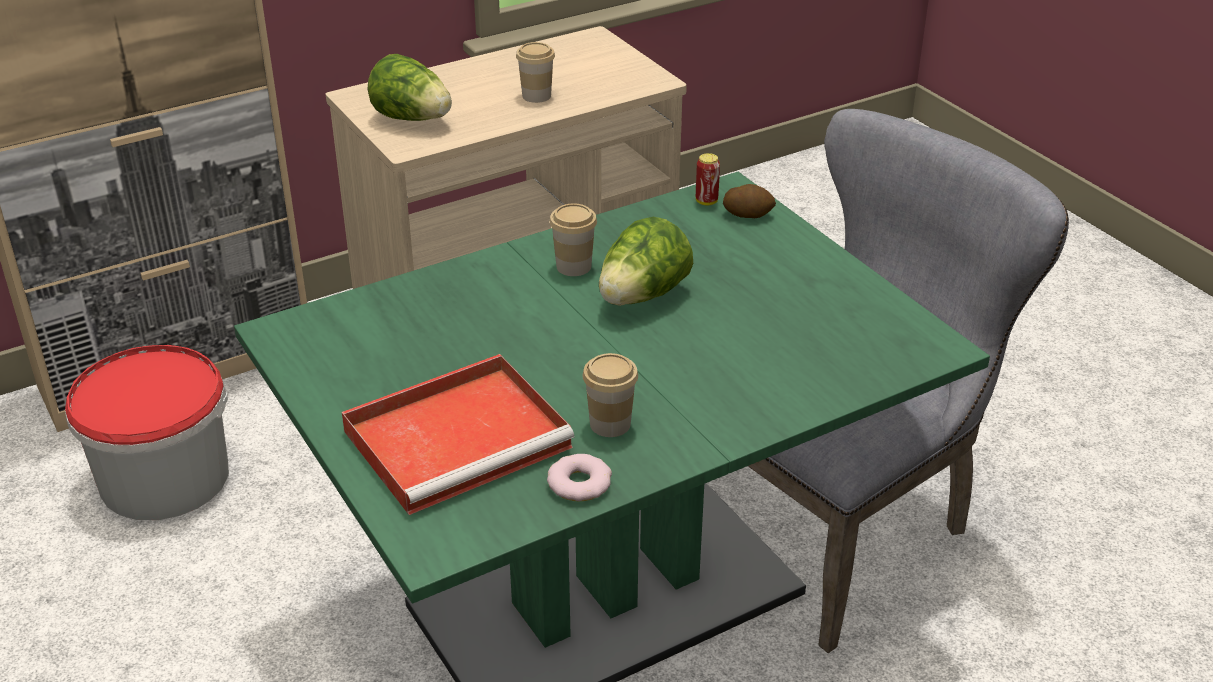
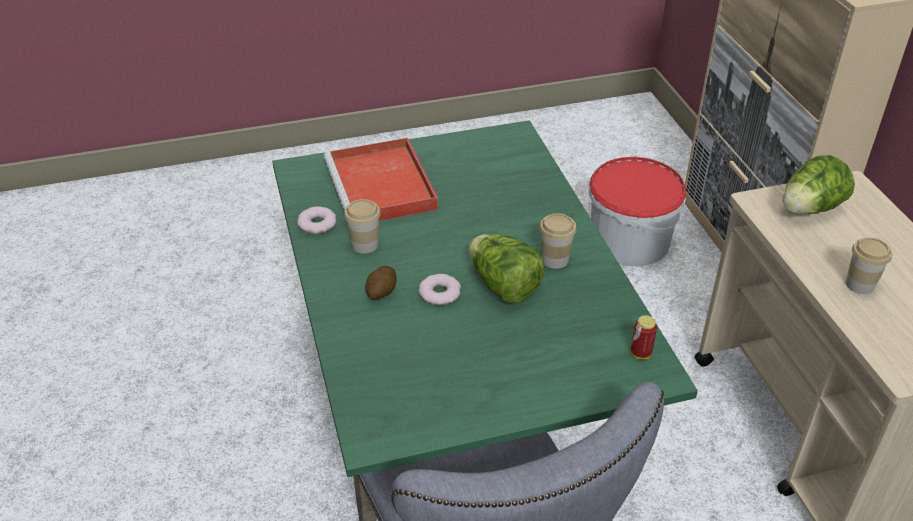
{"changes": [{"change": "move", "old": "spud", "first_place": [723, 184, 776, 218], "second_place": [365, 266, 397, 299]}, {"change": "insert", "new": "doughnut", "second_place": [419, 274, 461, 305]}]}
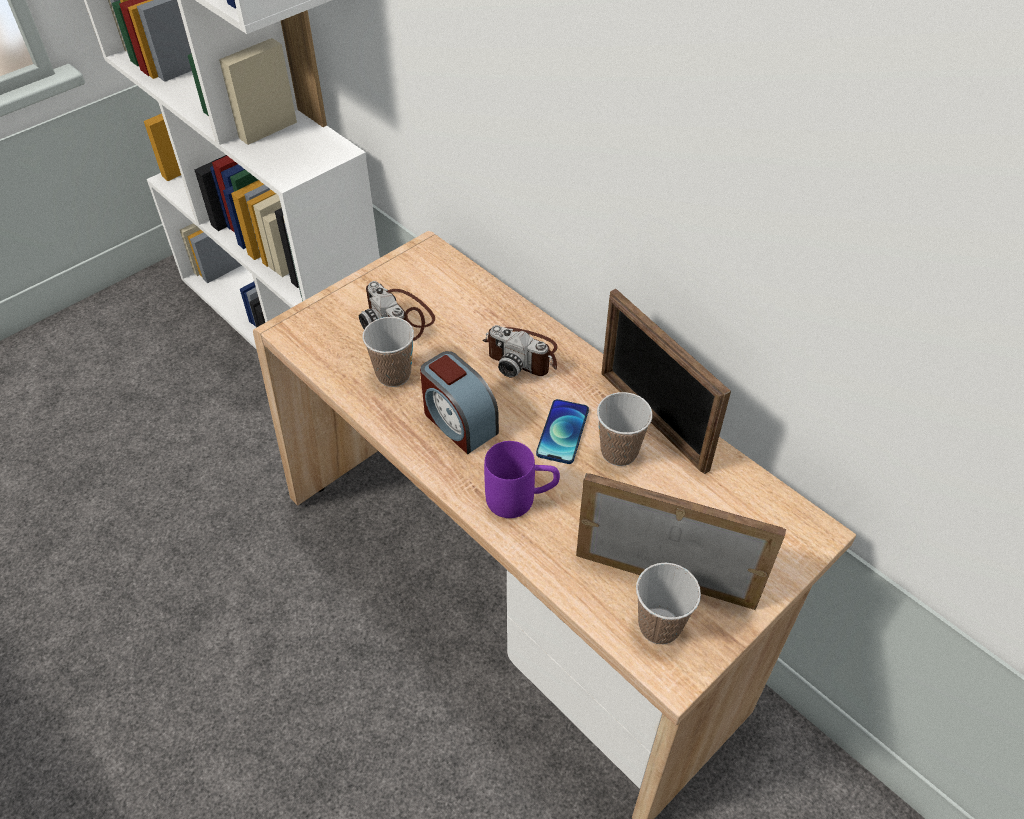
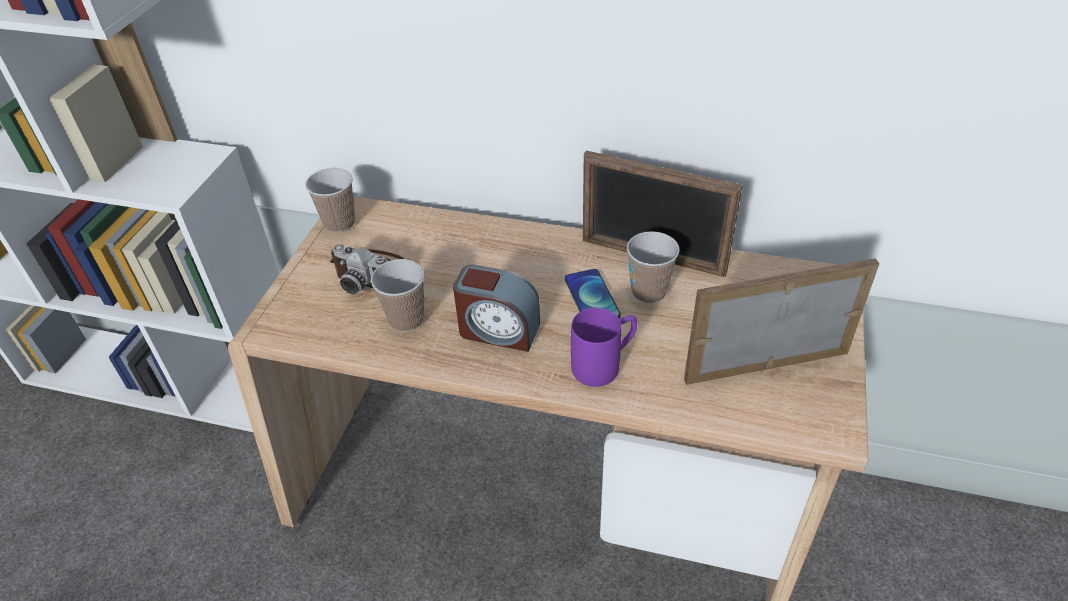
{"changes": [{"change": "delete", "old": "photo camera", "first_place": [482, 325, 558, 377]}, {"change": "move", "old": "small cup", "first_place": [636, 563, 701, 644], "second_place": [305, 168, 355, 233]}]}
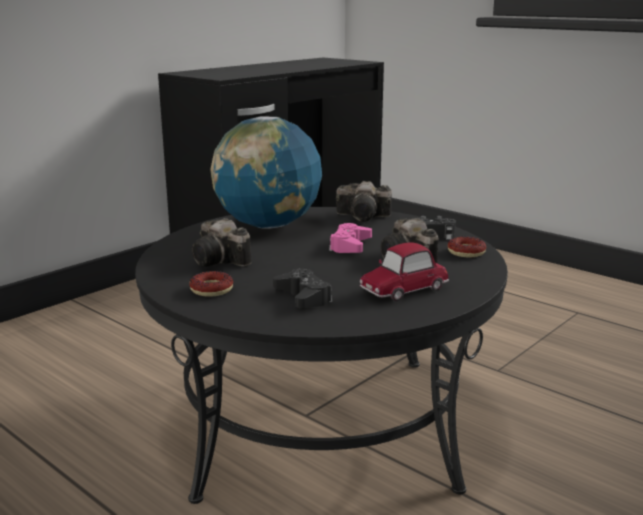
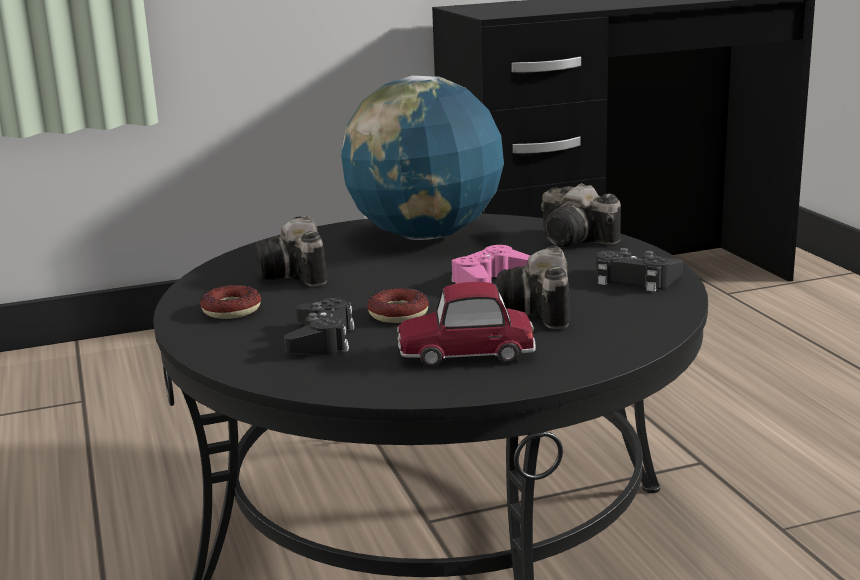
{"changes": [{"change": "move", "old": "doughnut", "first_place": [448, 236, 486, 258], "second_place": [367, 288, 429, 323]}]}
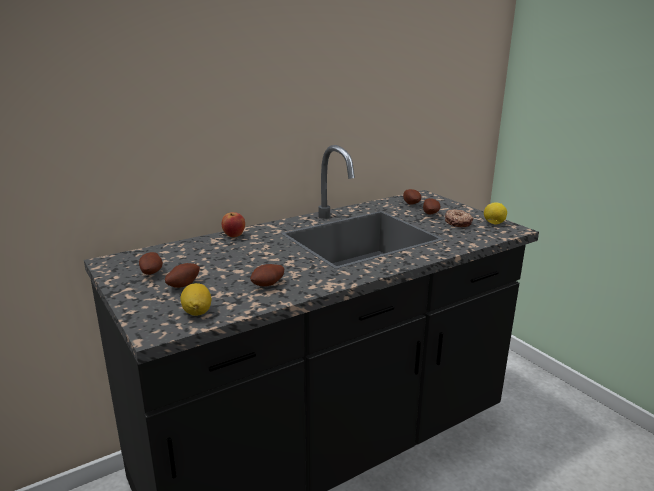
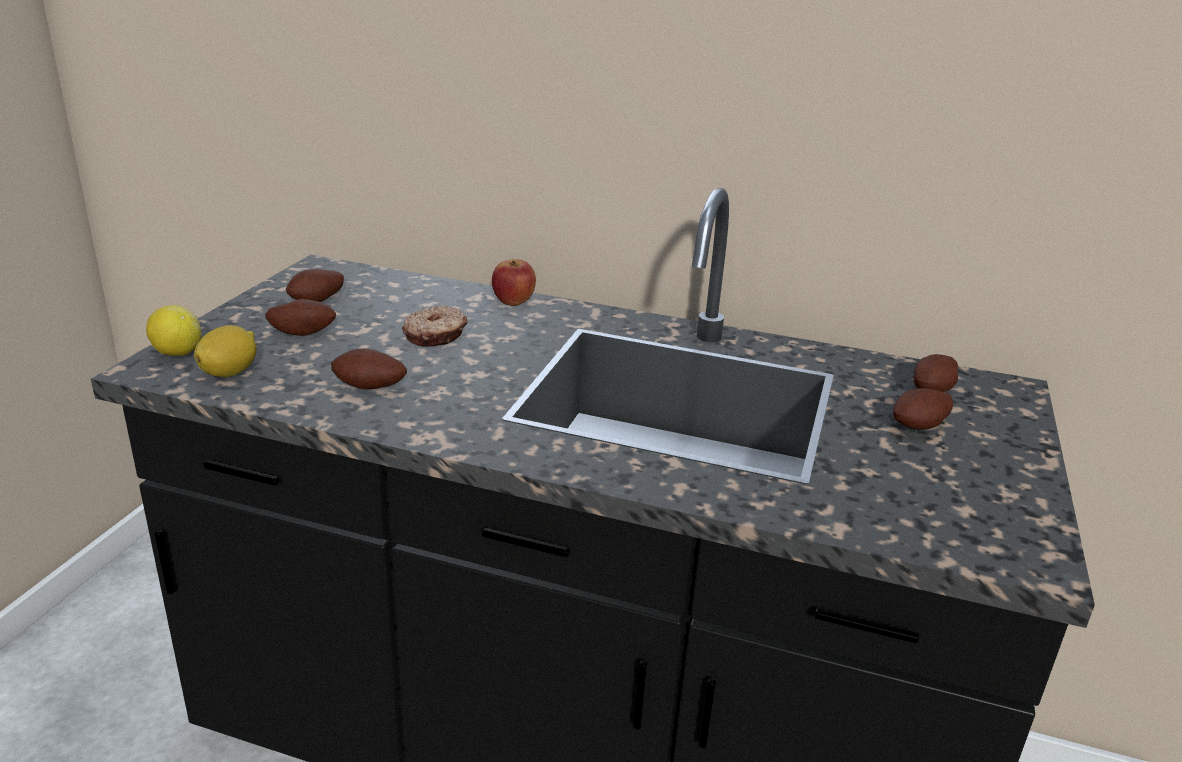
{"changes": [{"change": "move", "old": "doughnut", "first_place": [445, 209, 473, 227], "second_place": [402, 306, 468, 347]}, {"change": "move", "old": "citrus fruit", "first_place": [484, 202, 507, 224], "second_place": [146, 305, 202, 356]}]}
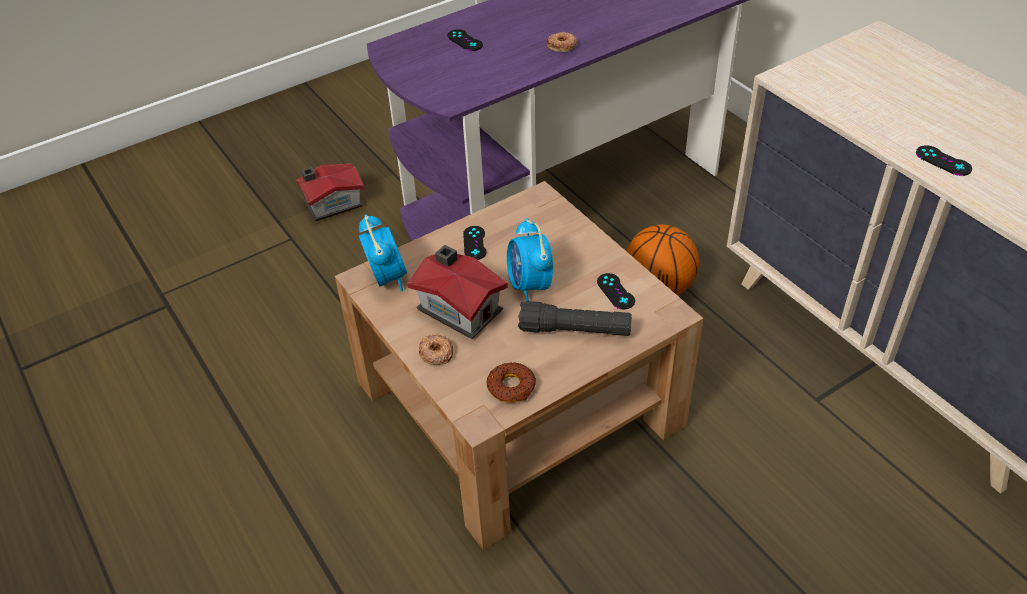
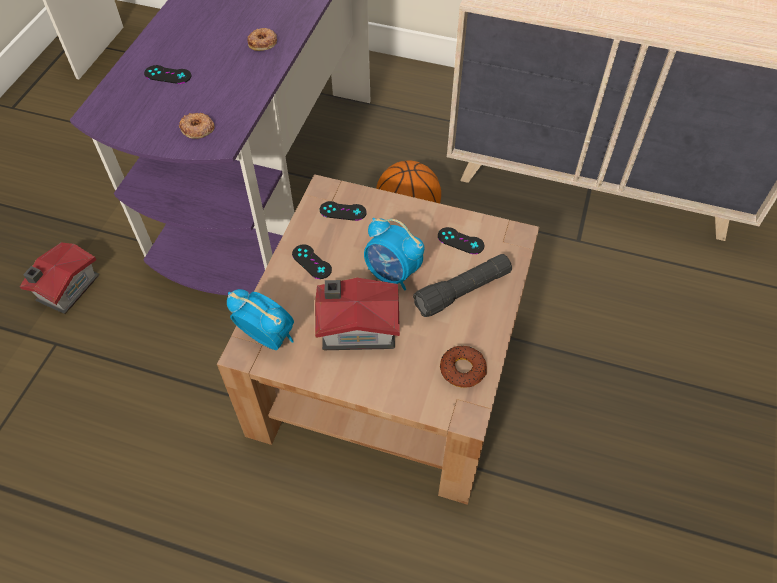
{"changes": [{"change": "move", "old": "doughnut", "first_place": [419, 334, 454, 365], "second_place": [179, 113, 214, 139]}, {"change": "move", "old": "joypad (black-coloured)", "first_place": [916, 145, 972, 176], "second_place": [320, 201, 367, 221]}]}
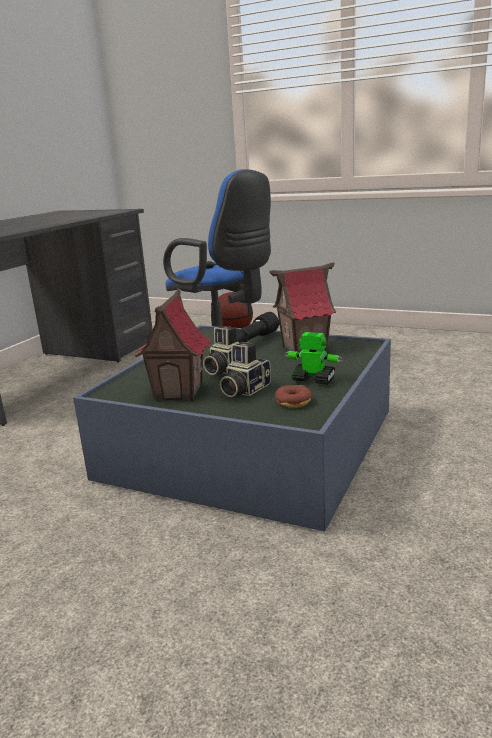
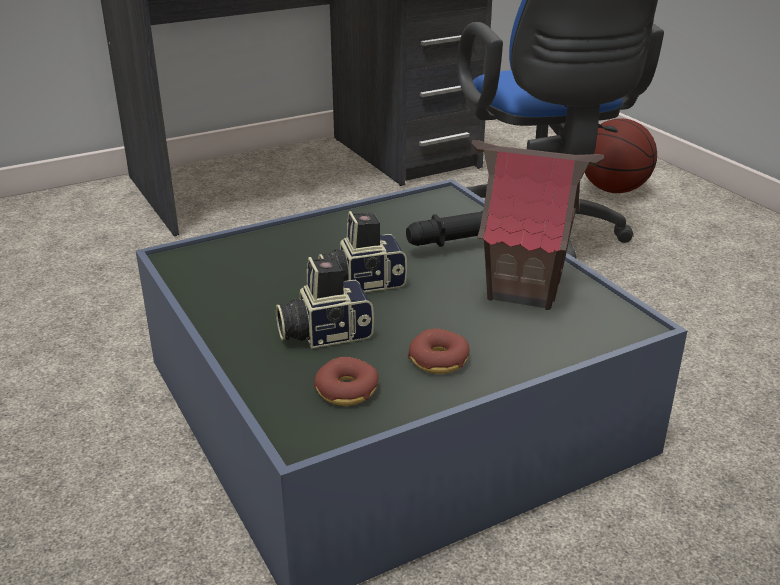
{"changes": [{"change": "delete", "old": "miniature house", "first_place": [135, 288, 211, 401]}, {"change": "replace", "old": "robot figure", "new": "doughnut", "first_place": [285, 332, 342, 385], "second_place": [408, 329, 470, 374]}]}
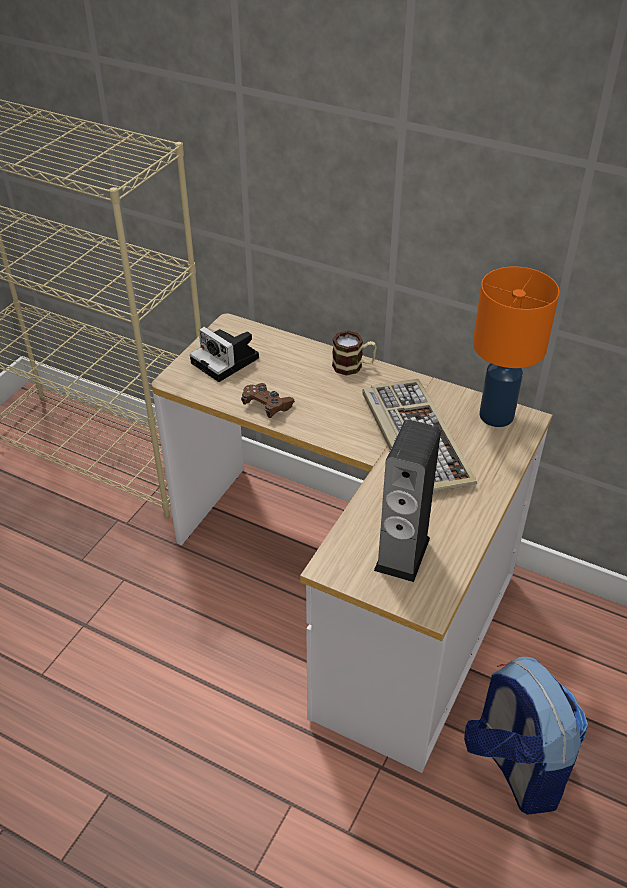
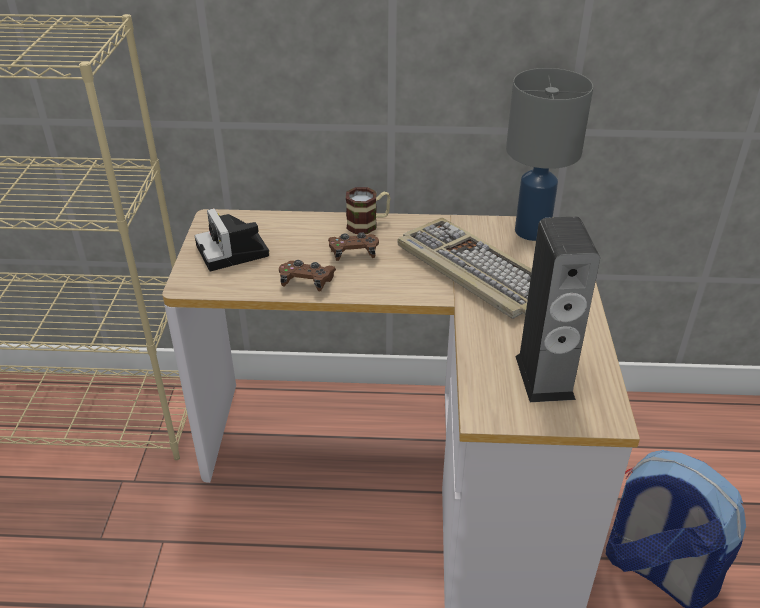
{"changes": [{"change": "rotate", "old": "photo camera", "first_place": [190, 327, 259, 382], "second_place": [195, 208, 269, 272], "degrees": 45}, {"change": "recolor", "old": "table lamp (orangey)", "new": "table lamp (greyish)", "first_place": [473, 267, 559, 427], "second_place": [506, 68, 593, 241]}, {"change": "insert", "new": "joypad (brown)", "second_place": [328, 232, 379, 261]}]}
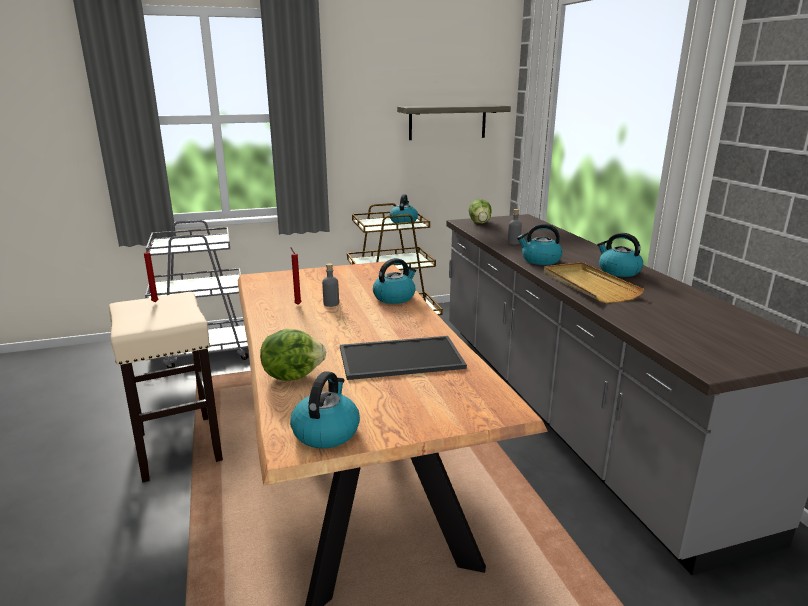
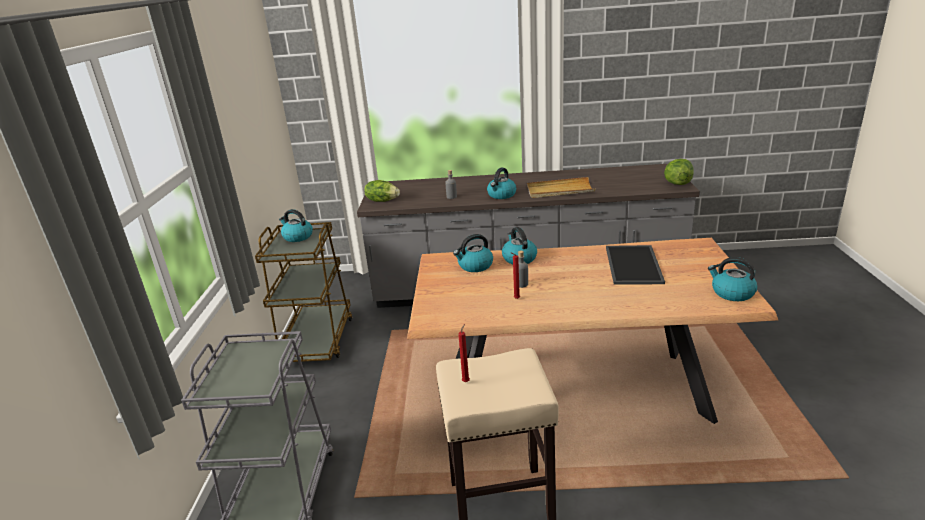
{"changes": [{"change": "move", "old": "lettuce head", "first_place": [260, 329, 326, 381], "second_place": [664, 159, 694, 185]}, {"change": "delete", "old": "shelf", "first_place": [397, 105, 511, 140]}, {"change": "move", "old": "kettle", "first_place": [597, 233, 643, 277], "second_place": [453, 234, 493, 272]}]}
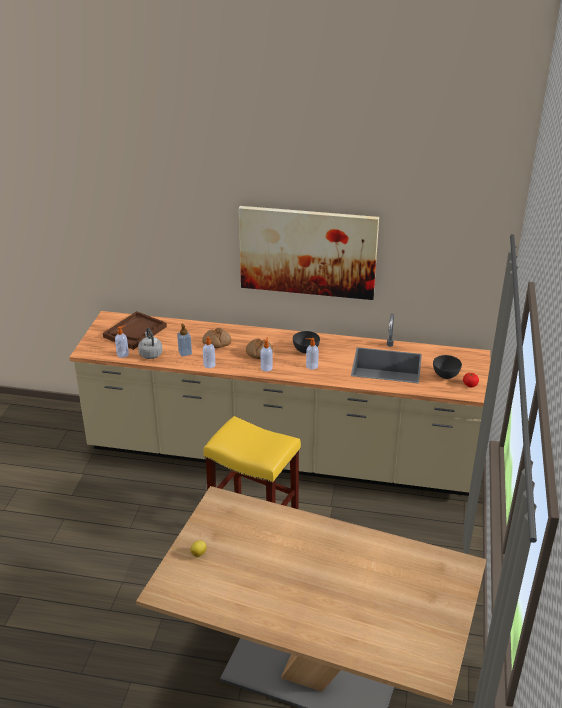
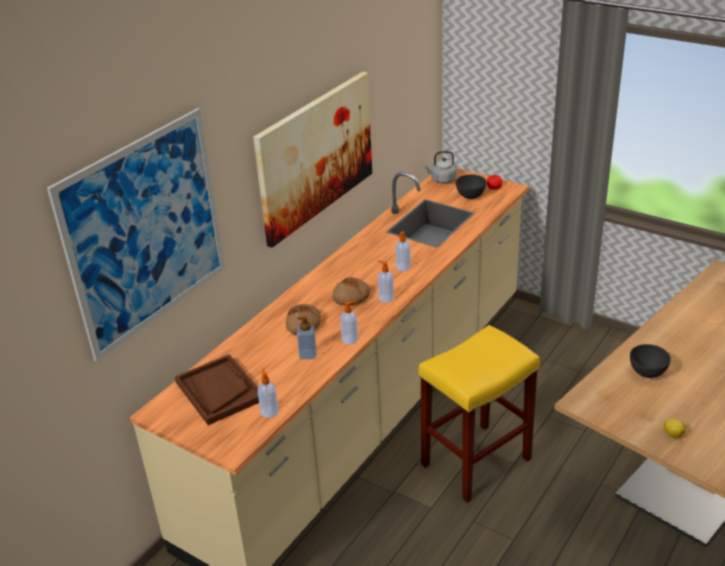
{"changes": [{"change": "move", "old": "kettle (greyish)", "first_place": [138, 328, 163, 359], "second_place": [424, 151, 457, 184]}, {"change": "move", "old": "bowl (greyish)", "first_place": [293, 331, 320, 354], "second_place": [630, 344, 671, 378]}, {"change": "insert", "new": "picture", "second_place": [47, 108, 225, 362]}]}
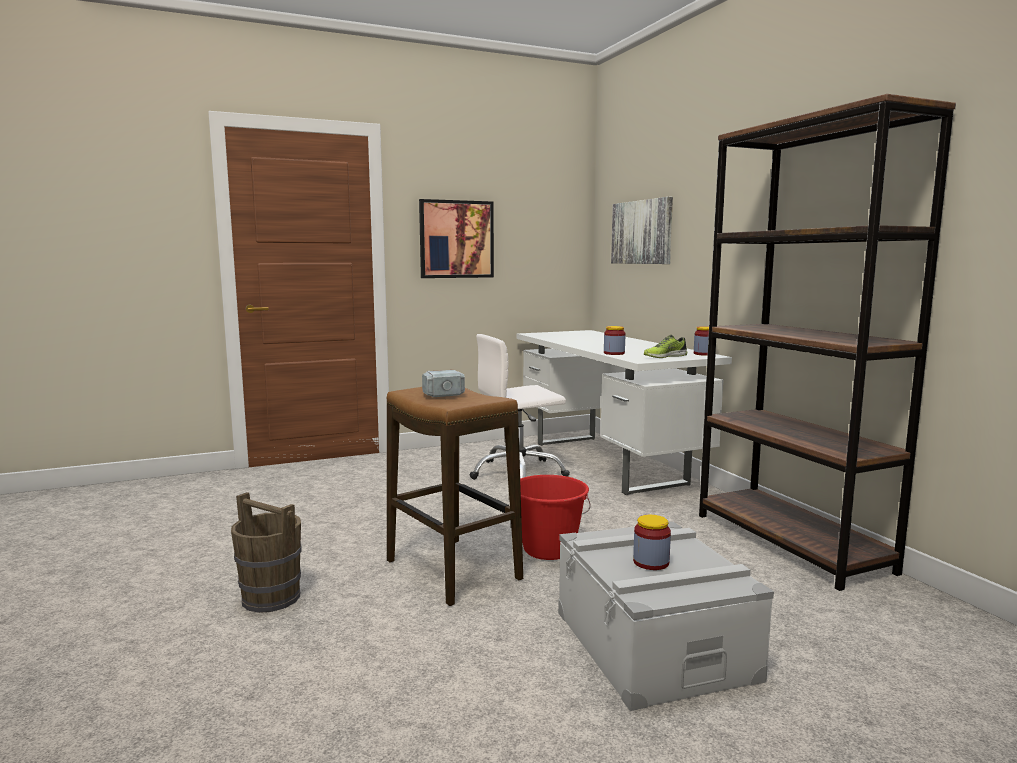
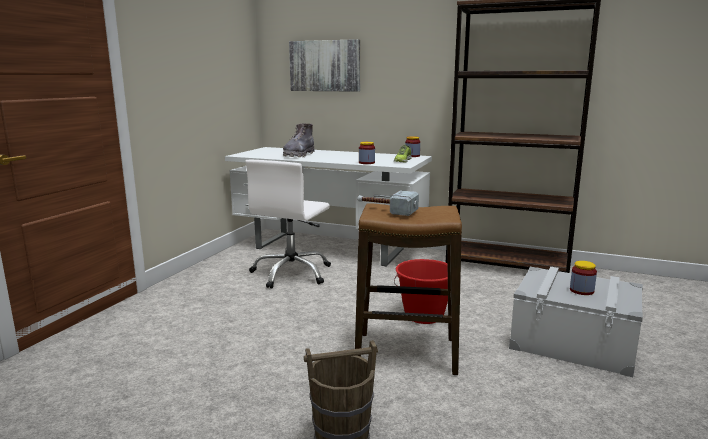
{"changes": [{"change": "delete", "old": "picture", "first_place": [419, 199, 494, 278]}, {"change": "insert", "new": "high-top boot (greyish)", "second_place": [283, 123, 315, 157]}]}
